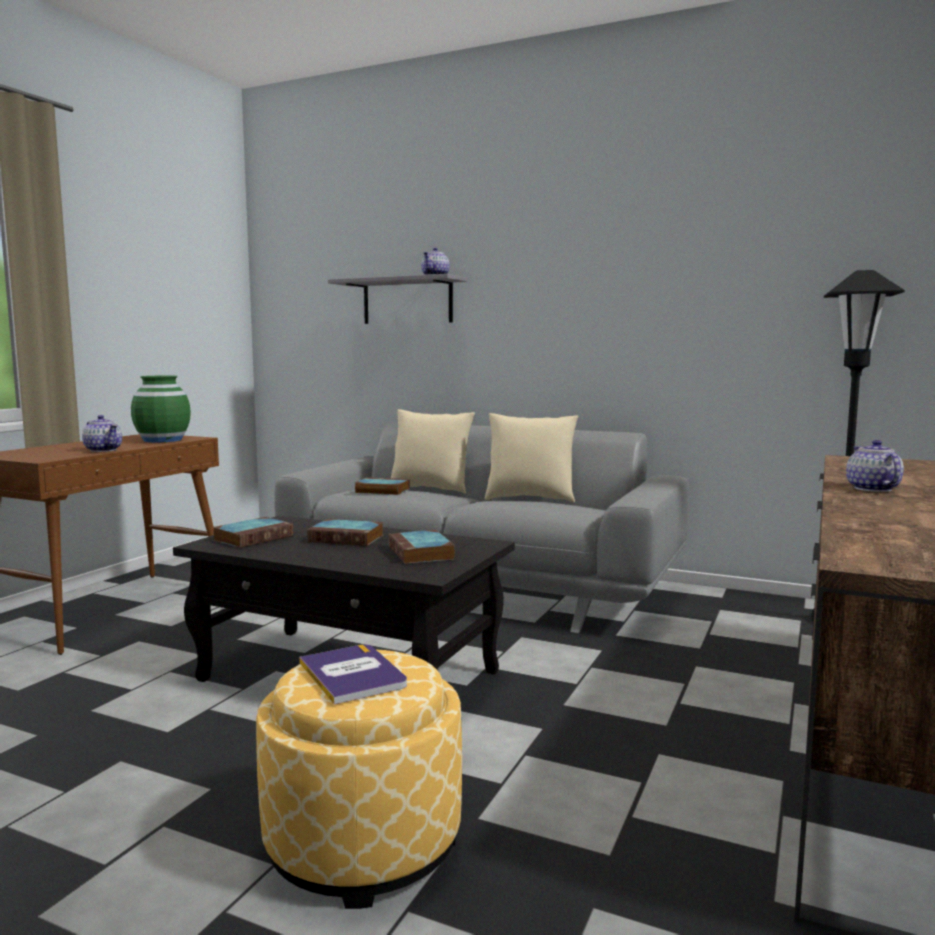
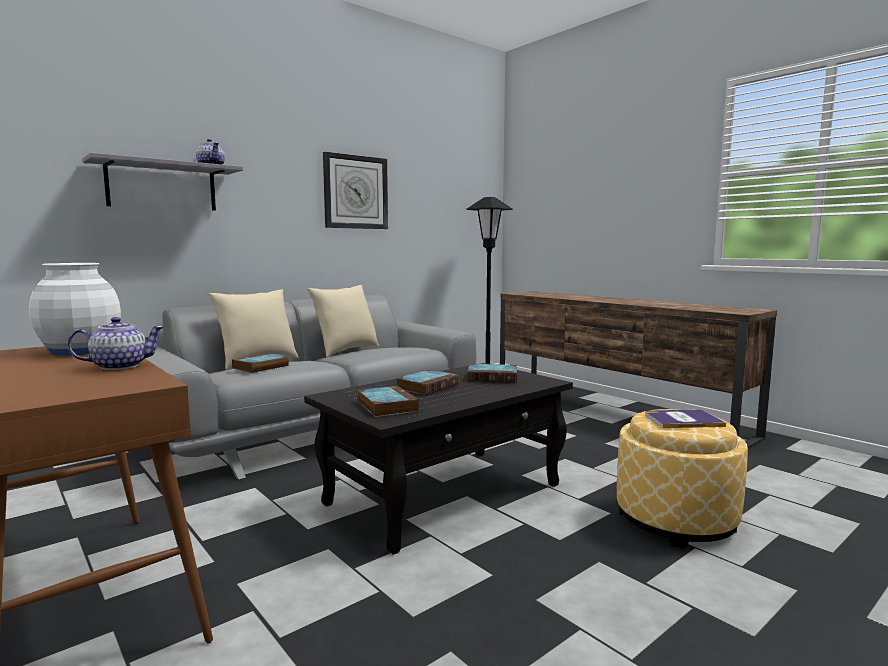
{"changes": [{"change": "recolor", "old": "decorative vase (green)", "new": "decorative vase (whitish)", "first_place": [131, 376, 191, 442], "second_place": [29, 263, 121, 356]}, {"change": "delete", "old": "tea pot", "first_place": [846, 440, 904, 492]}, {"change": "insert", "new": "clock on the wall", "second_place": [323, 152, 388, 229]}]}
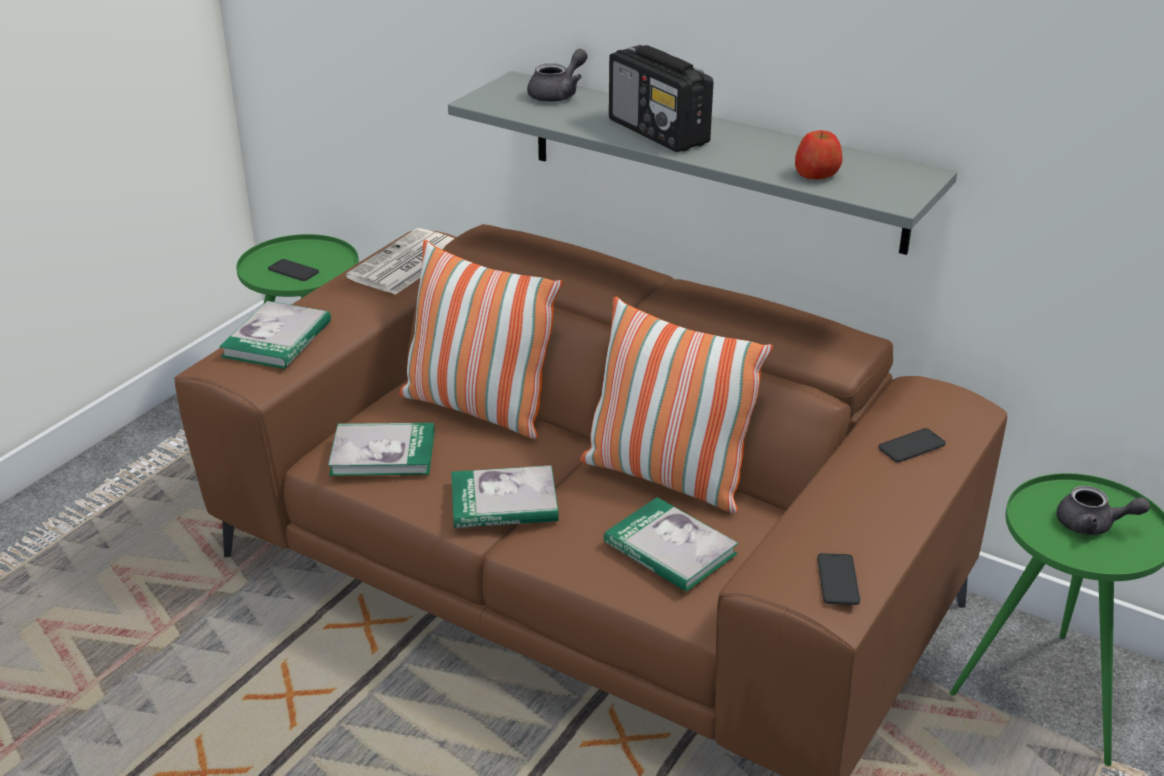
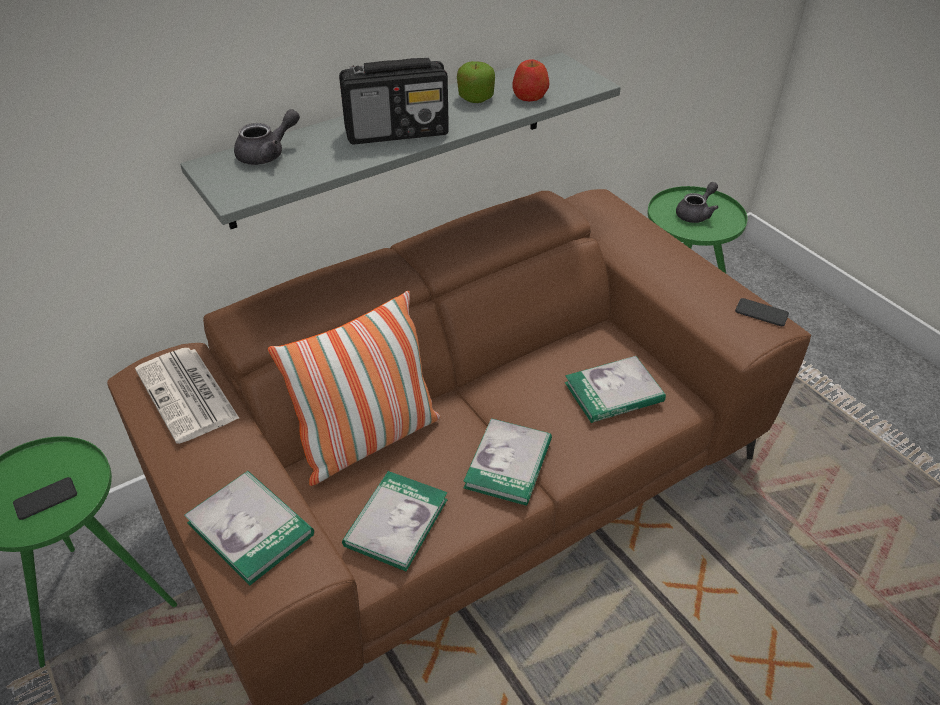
{"changes": [{"change": "rotate", "old": "tea pot (greyish)", "first_place": [527, 49, 588, 102], "second_place": [234, 109, 300, 165], "degrees": 75}, {"change": "delete", "old": "pillow", "first_place": [580, 297, 773, 513]}, {"change": "delete", "old": "handset", "first_place": [878, 428, 946, 462]}, {"change": "insert", "new": "apple", "second_place": [457, 61, 495, 103]}]}
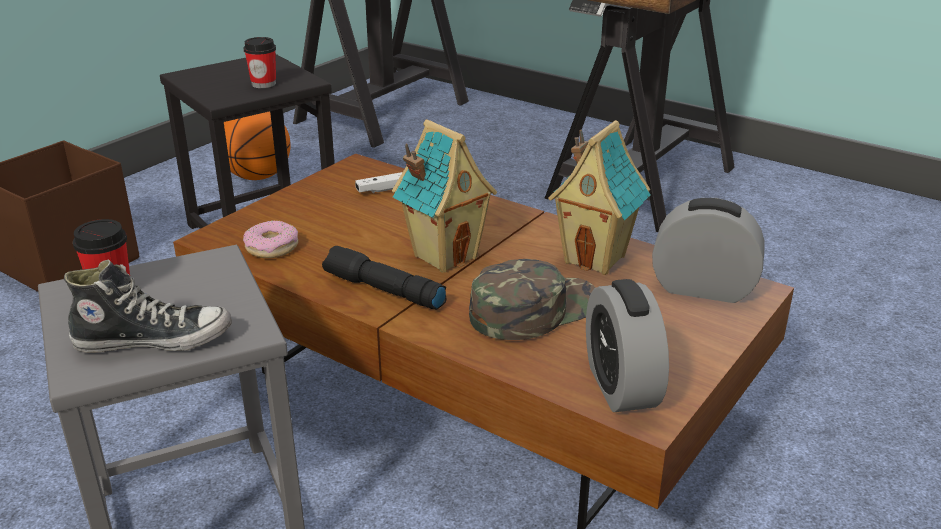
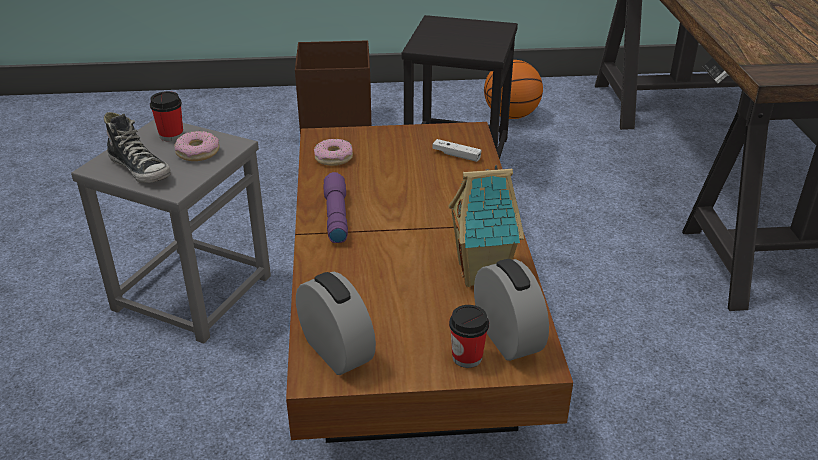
{"changes": [{"change": "move", "old": "small cup", "first_place": [243, 37, 276, 88], "second_place": [449, 305, 489, 368]}, {"change": "recolor", "old": "hand torch (black-coloured)", "new": "hand torch (purplish)", "first_place": [322, 246, 447, 310], "second_place": [323, 172, 348, 243]}, {"change": "delete", "old": "miniature house", "first_place": [392, 119, 497, 273]}, {"change": "delete", "old": "cap (green)", "first_place": [469, 259, 596, 340]}, {"change": "rotate", "old": "alarm clock", "first_place": [586, 279, 669, 412], "second_place": [296, 272, 376, 375], "degrees": 105}, {"change": "insert", "new": "doughnut", "second_place": [174, 131, 220, 161]}]}
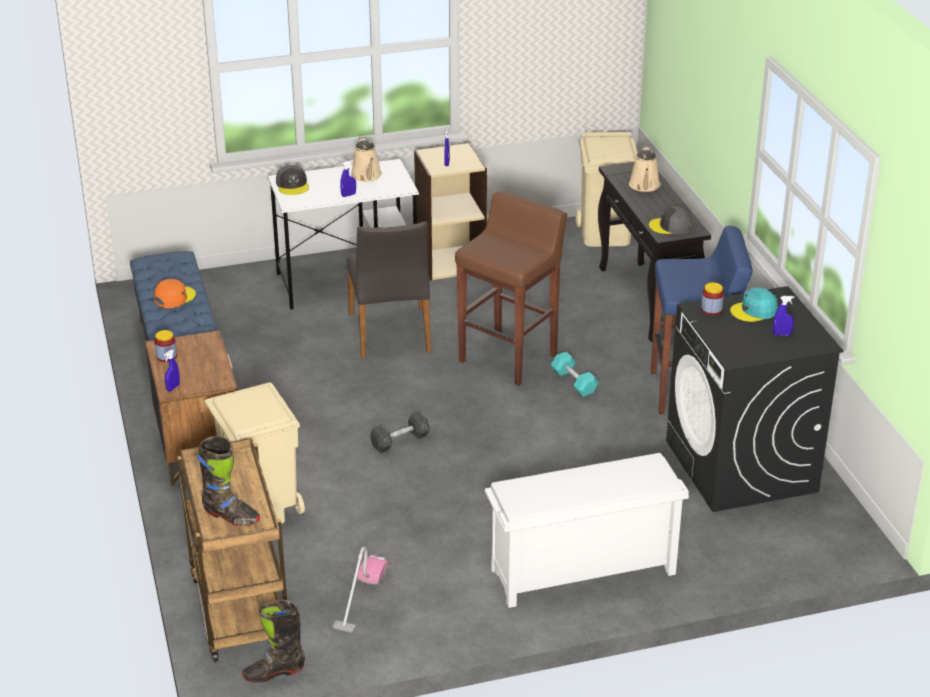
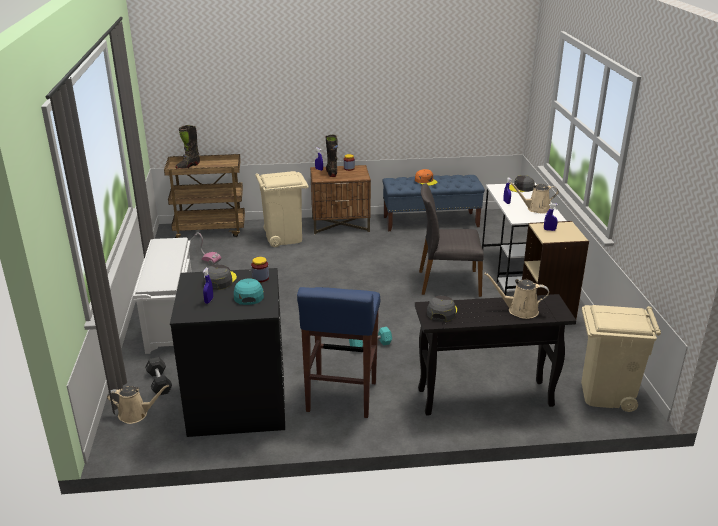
{"changes": [{"change": "move", "old": "high-top boot (black-coloured)", "first_place": [242, 600, 305, 683], "second_place": [325, 135, 338, 177]}, {"change": "move", "old": "dumbbell (greyish)", "first_place": [370, 412, 430, 453], "second_place": [145, 357, 172, 396]}, {"change": "delete", "old": "sitting stool (brown)", "first_place": [455, 191, 568, 386]}, {"change": "insert", "new": "watering pot (beige-coloured)", "second_place": [107, 385, 169, 424]}, {"change": "insert", "new": "cap (greyish)", "second_place": [203, 264, 237, 290]}]}
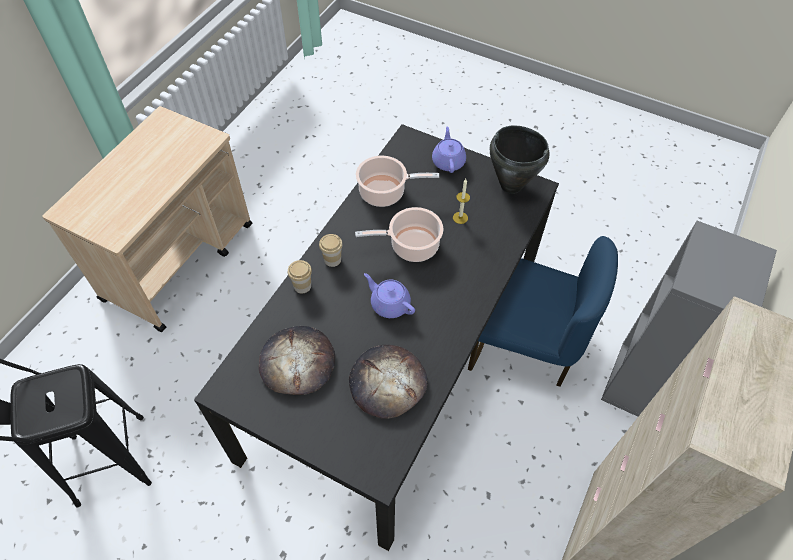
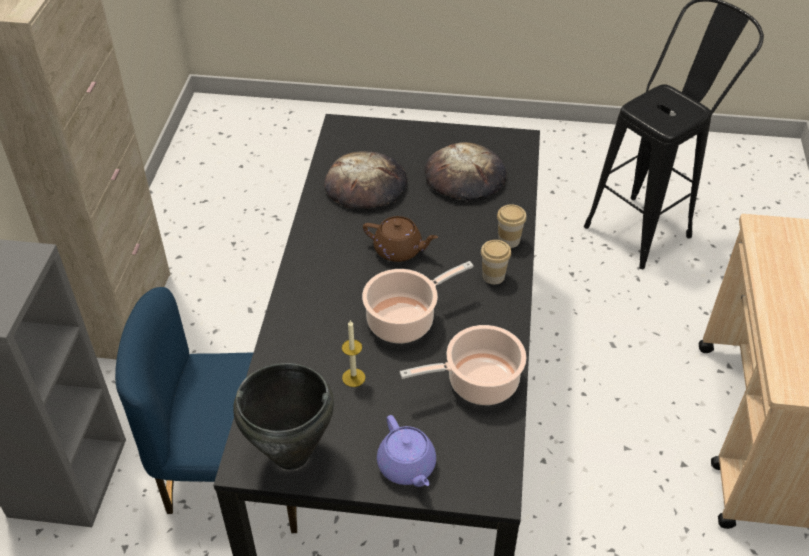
{"changes": [{"change": "recolor", "old": "tea pot (purplish)", "new": "tea pot (brown)", "first_place": [364, 273, 415, 318], "second_place": [363, 216, 438, 262]}]}
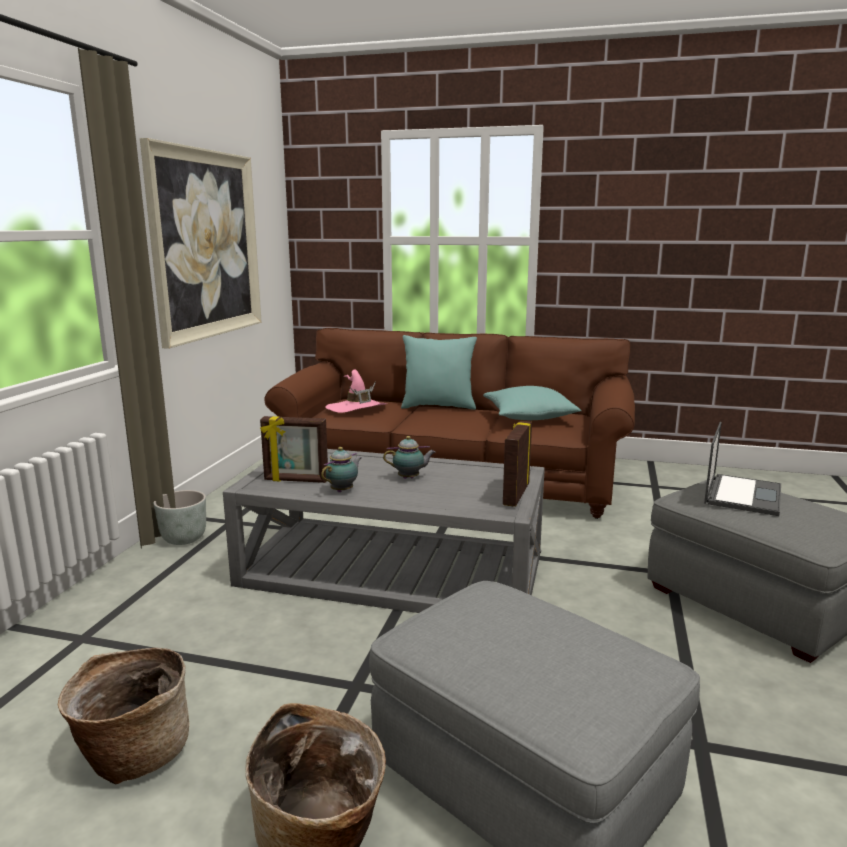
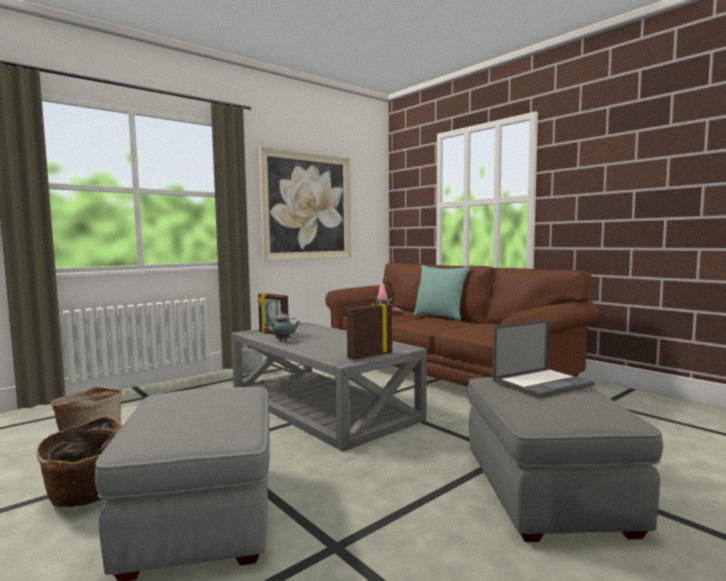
{"changes": [{"change": "delete", "old": "tea pot", "first_place": [383, 436, 436, 479]}, {"change": "delete", "old": "pillow (turquoise)", "first_place": [483, 386, 582, 420]}]}
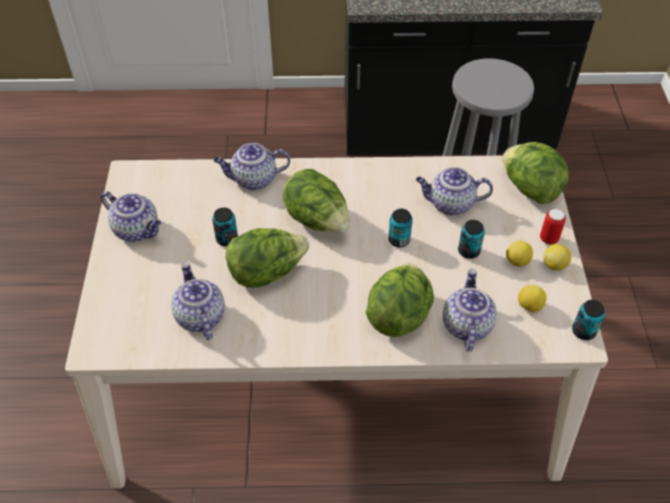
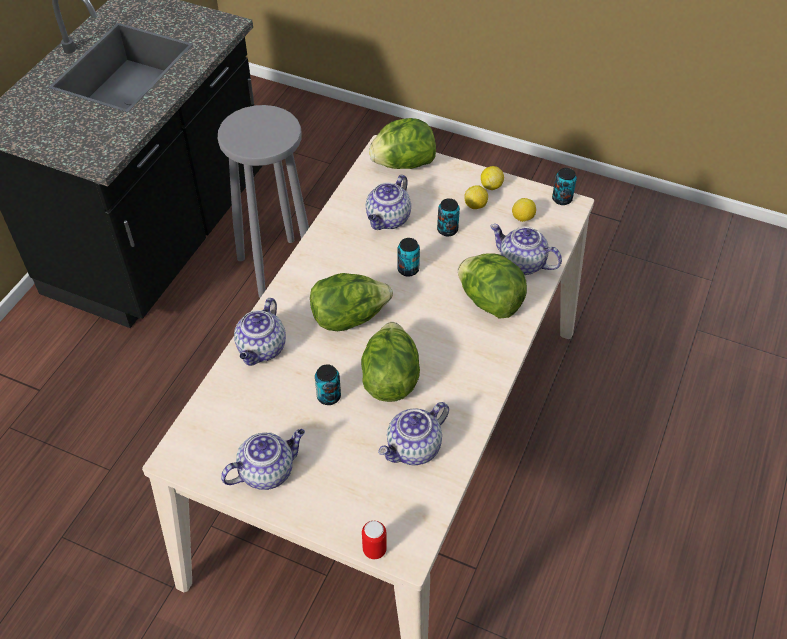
{"changes": [{"change": "rotate", "old": "tea pot", "first_place": [171, 262, 225, 340], "second_place": [378, 402, 449, 465], "degrees": -45}, {"change": "move", "old": "can", "first_place": [540, 209, 566, 245], "second_place": [362, 521, 387, 559]}]}
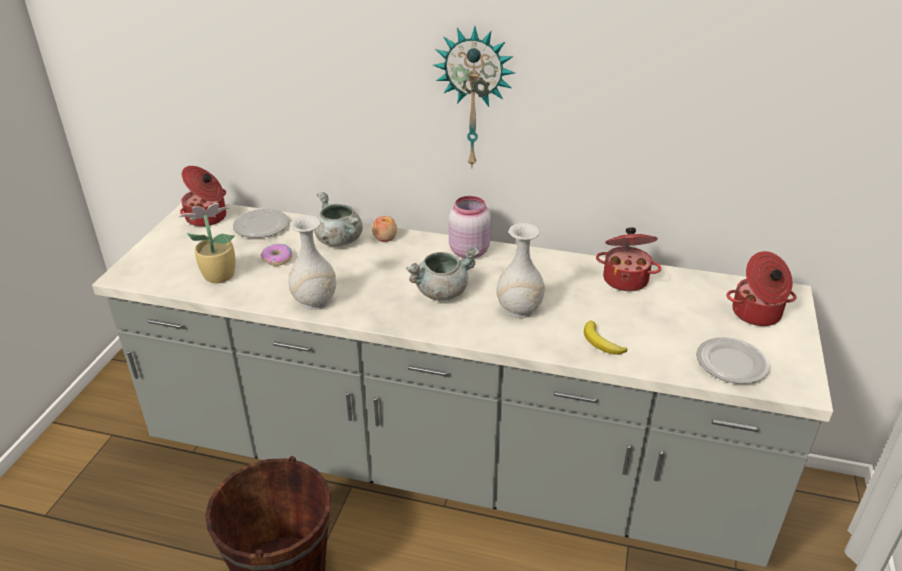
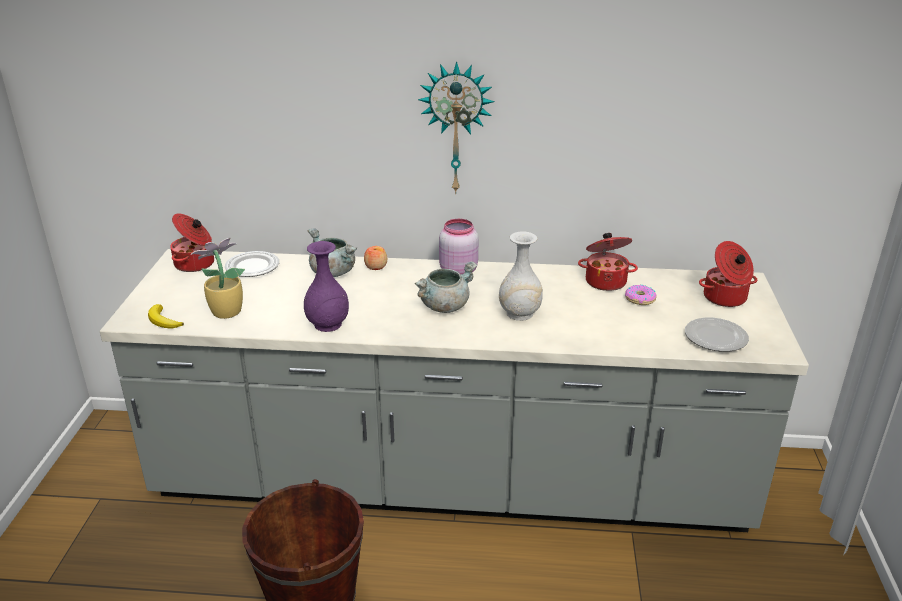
{"changes": [{"change": "move", "old": "doughnut", "first_place": [261, 244, 292, 266], "second_place": [625, 285, 657, 305]}, {"change": "recolor", "old": "decorative vase (whitish)", "new": "decorative vase (purplish)", "first_place": [288, 216, 336, 310], "second_place": [304, 241, 349, 332]}, {"change": "move", "old": "banana fruit", "first_place": [584, 321, 627, 355], "second_place": [148, 304, 184, 328]}]}
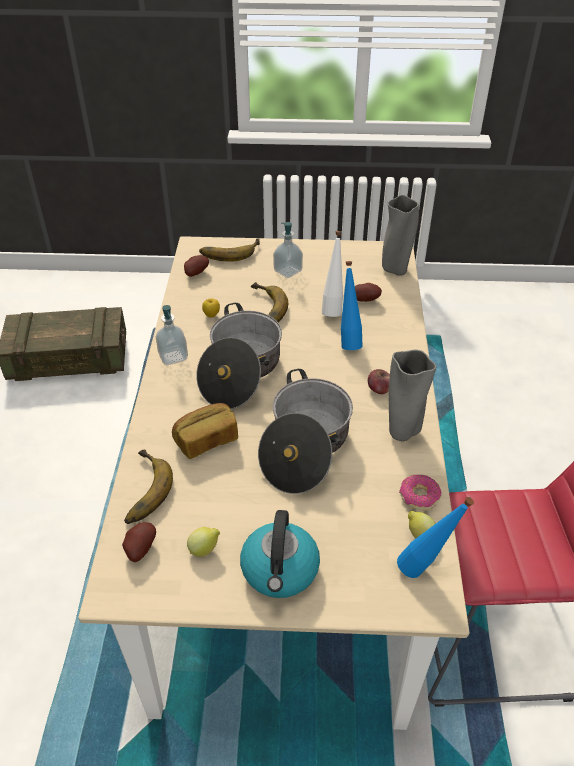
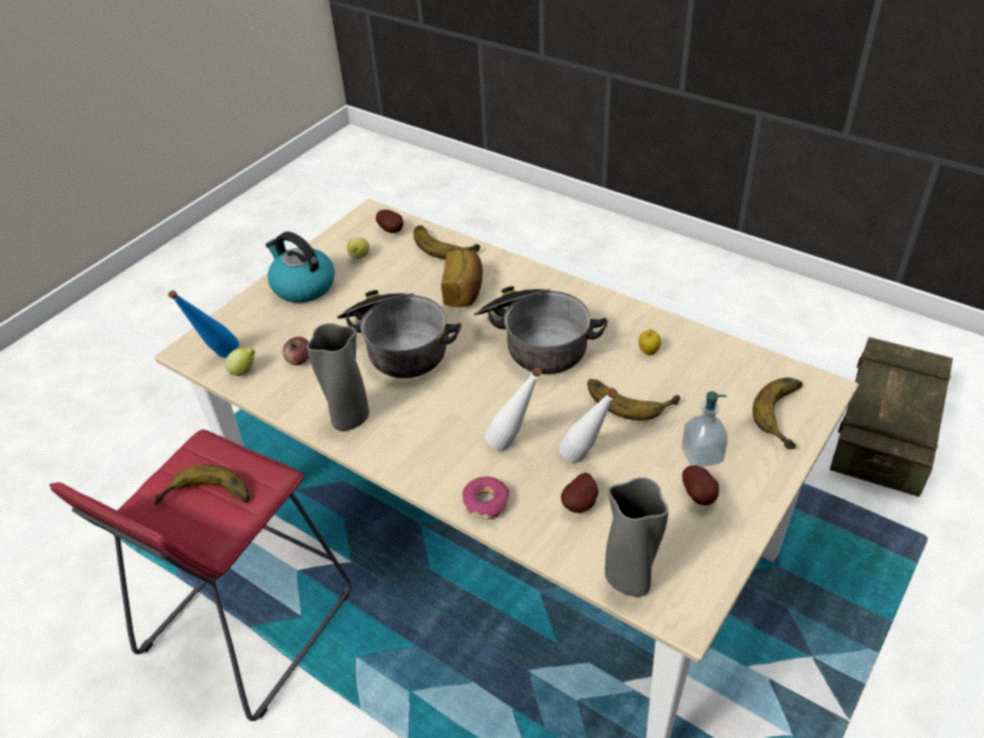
{"changes": [{"change": "delete", "old": "soap bottle", "first_place": [156, 305, 188, 365]}, {"change": "move", "old": "spud", "first_place": [184, 255, 209, 277], "second_place": [682, 465, 719, 505]}, {"change": "recolor", "old": "beverage bottle (bluish)", "new": "beverage bottle (whitish)", "first_place": [341, 261, 363, 350], "second_place": [485, 367, 542, 451]}, {"change": "move", "old": "apple", "first_place": [368, 369, 390, 394], "second_place": [282, 337, 309, 365]}, {"change": "move", "old": "doughnut", "first_place": [399, 475, 442, 511], "second_place": [462, 476, 509, 519]}, {"change": "insert", "new": "banana fruit", "second_place": [154, 464, 250, 505]}]}
